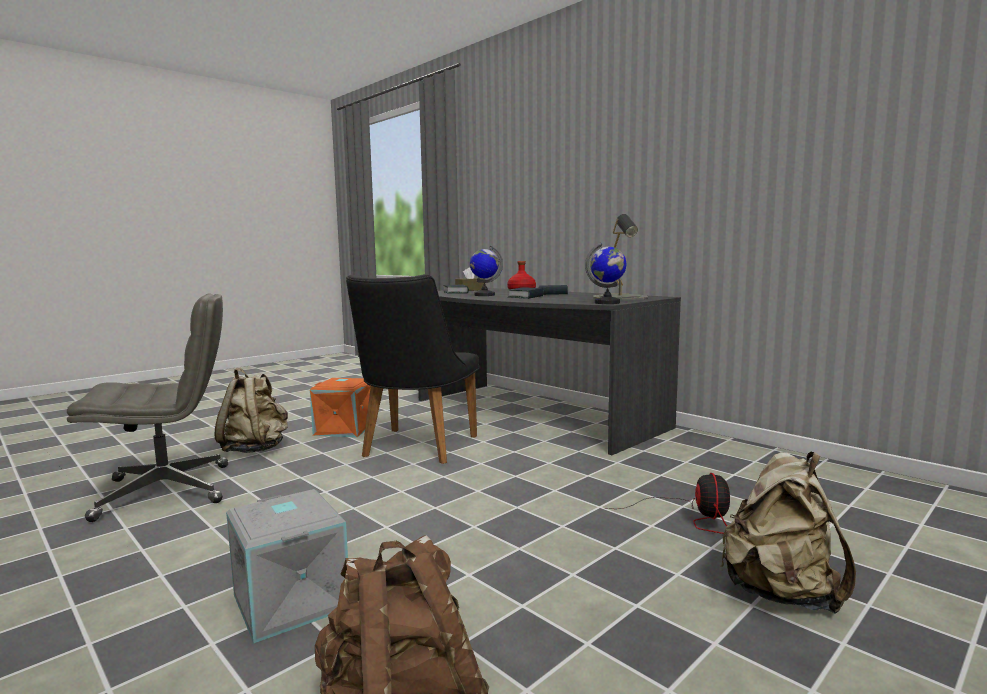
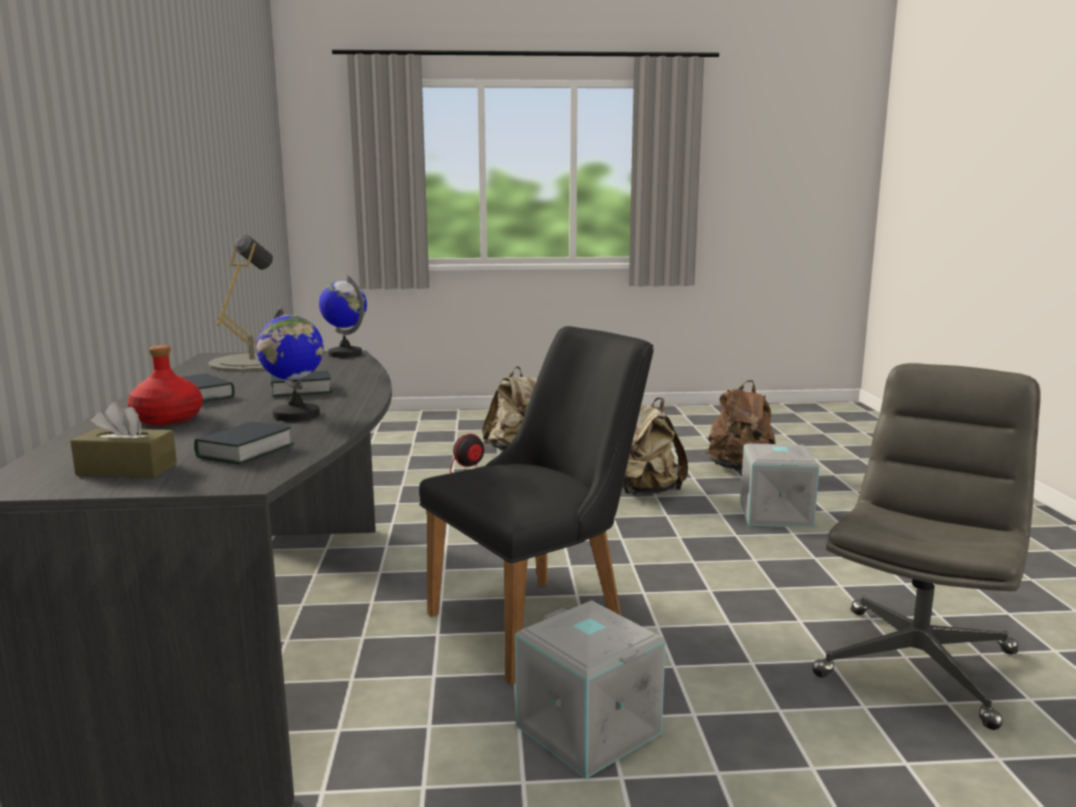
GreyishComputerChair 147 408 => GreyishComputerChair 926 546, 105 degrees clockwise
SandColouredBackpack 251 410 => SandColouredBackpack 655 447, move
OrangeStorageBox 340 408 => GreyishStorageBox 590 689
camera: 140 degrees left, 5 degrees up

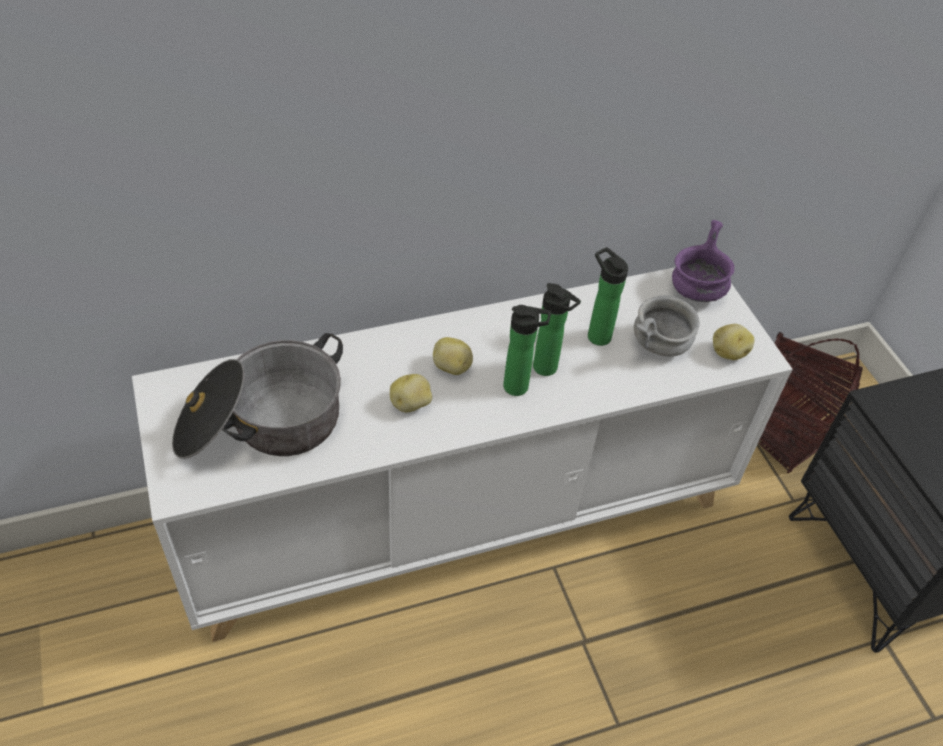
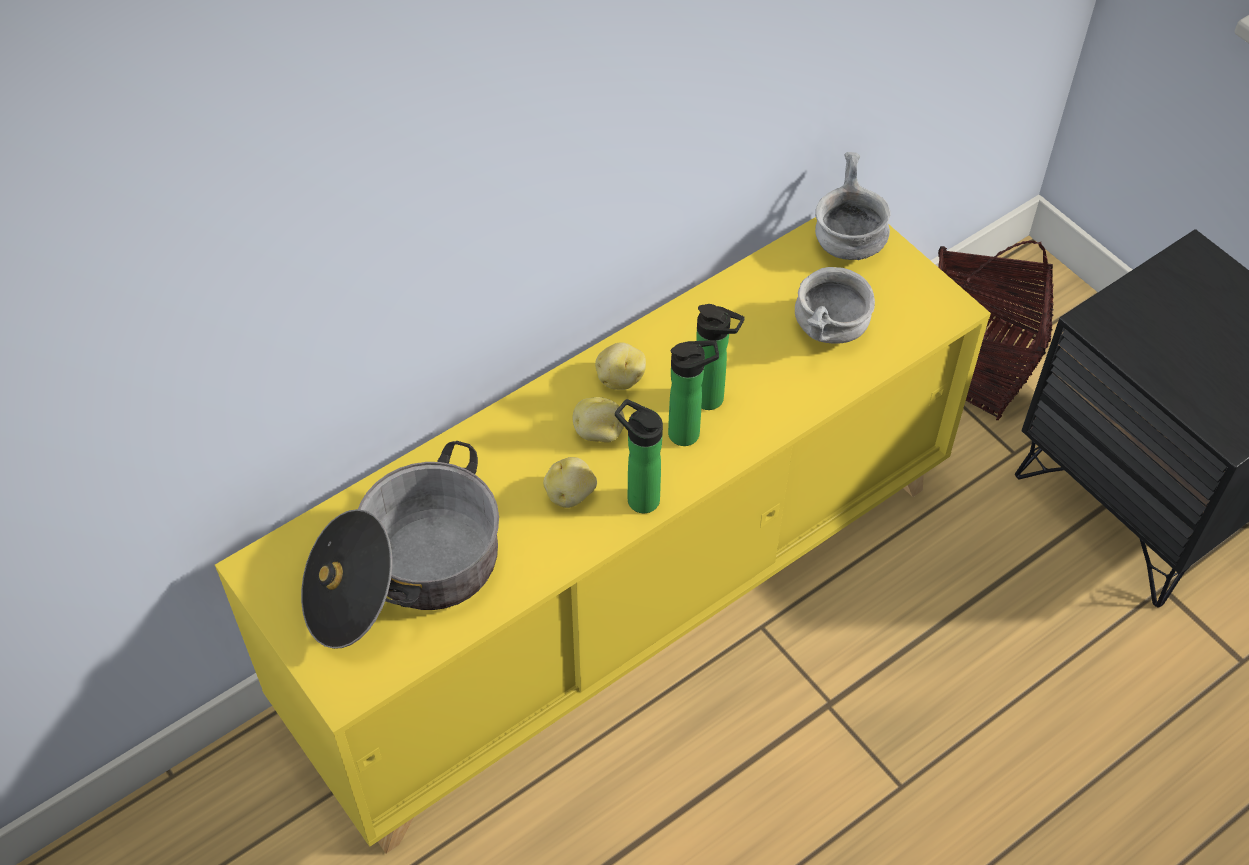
WhiteCupboard 462 454 => YellowishCupboard 603 535
Bottle 608 296 => Bottle 639 456, move
PurpleBowl 703 261 => GreyishBowl 853 206
Spud 733 342 => Spud 620 366, move
camera: 15 degrees left, 5 degrees up

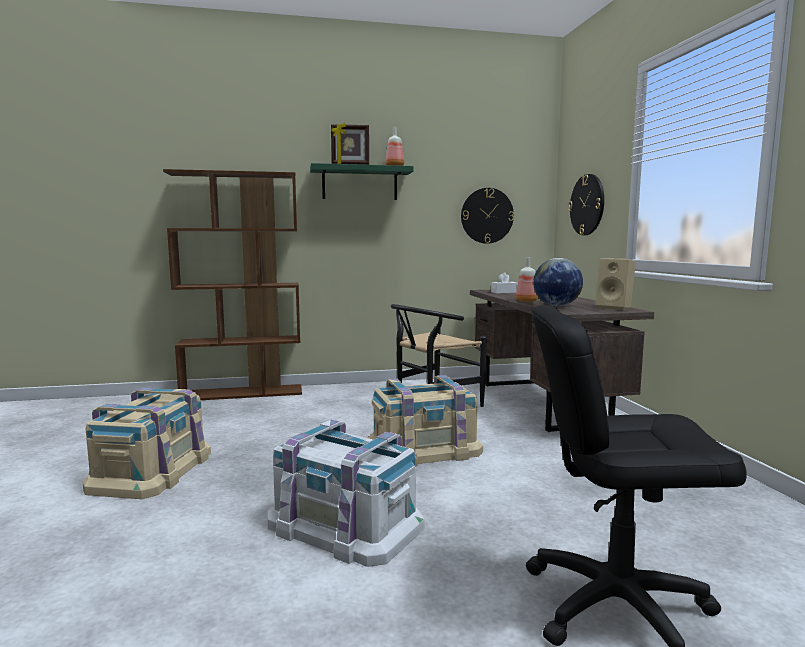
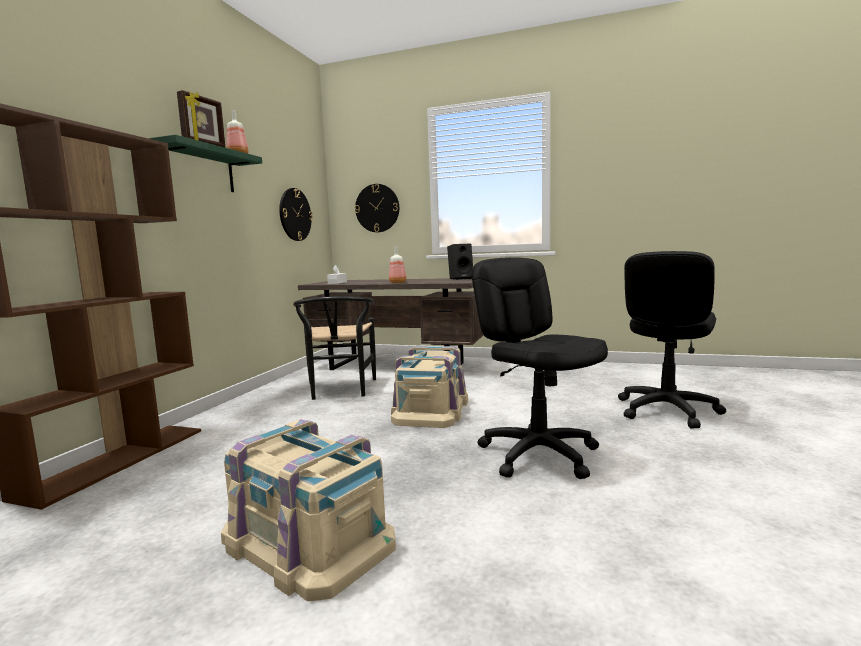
WhiteStorageBox 345 493 => BlackComputerChair 539 368
DeskGlobe 558 282 => nothing
SandColouredSpeaker 616 284 => BlackSpeaker 460 261
camera: 60 degrees left, 0 degrees up

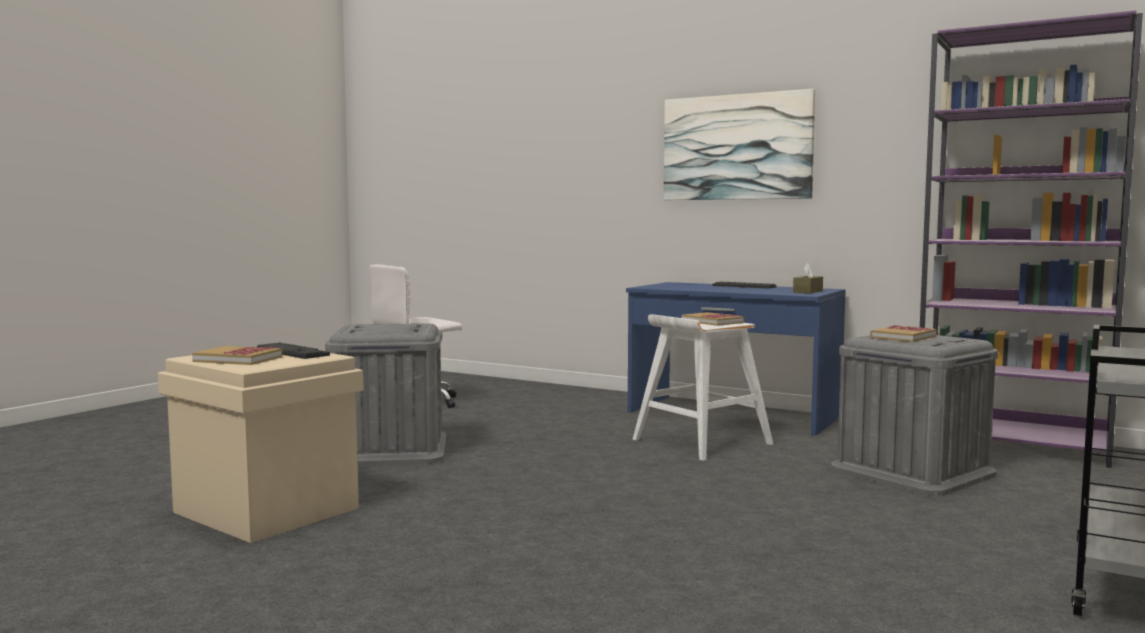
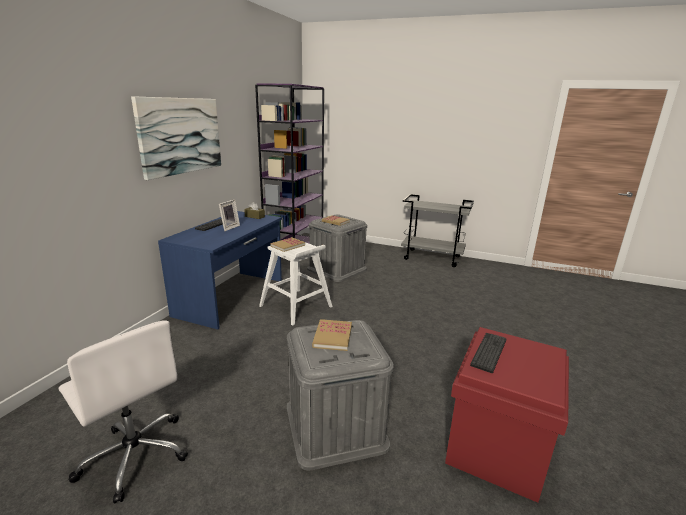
SandColouredStorageBox 261 448 => RedStorageBox 507 415
BoundBook 237 355 => BoundBook 332 335, move
nothing => StandingFrame 229 215
camera: 100 degrees left, 15 degrees up

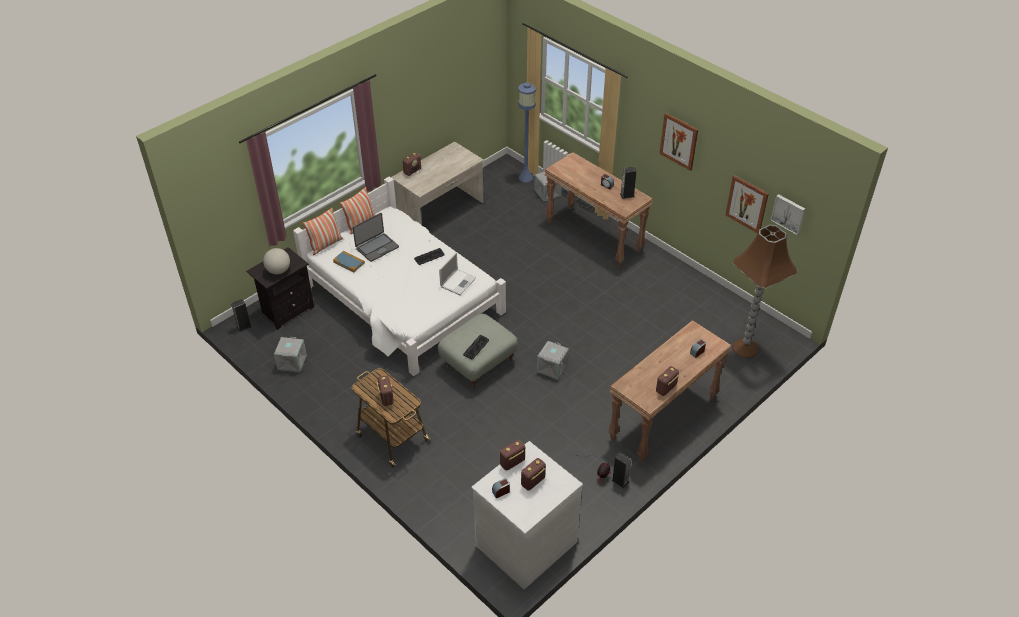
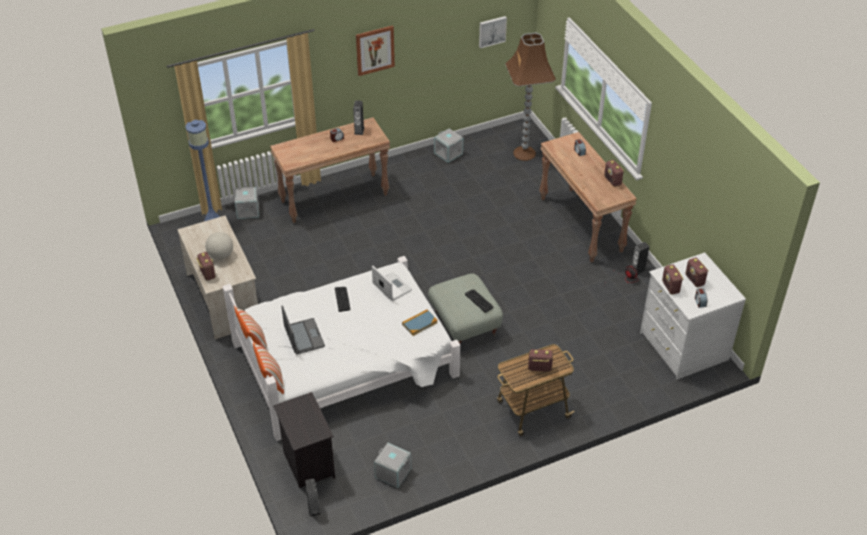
DeskGlobe 276 261 => DeskGlobe 219 246, move
BoundBook 349 262 => BoundBook 420 322, move
GreyishStorageBox 553 360 => GreyishStorageBox 448 145, move
WallPicture 747 204 => nothing
camera: 70 degrees left, 0 degrees up

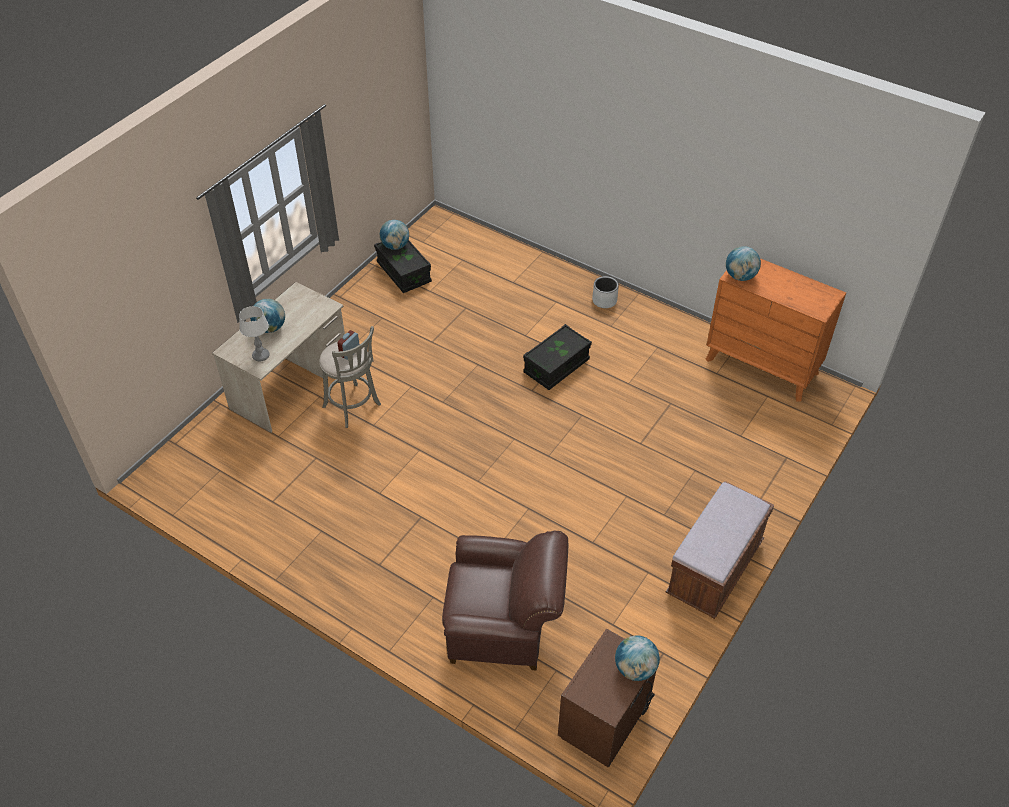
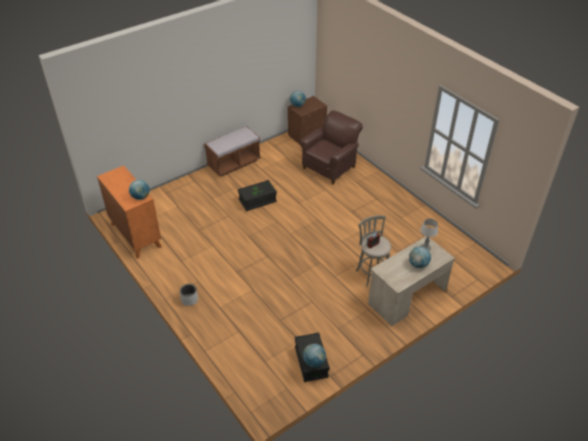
BrownLoungeChair 505 600 => BrownLoungeChair 331 147, 105 degrees clockwise
BlackStorageBox 557 357 => BlackStorageBox 257 195, move
camera: 160 degrees left, 5 degrees down

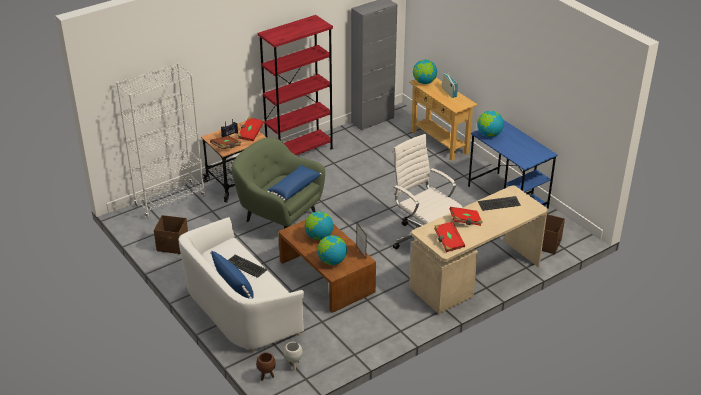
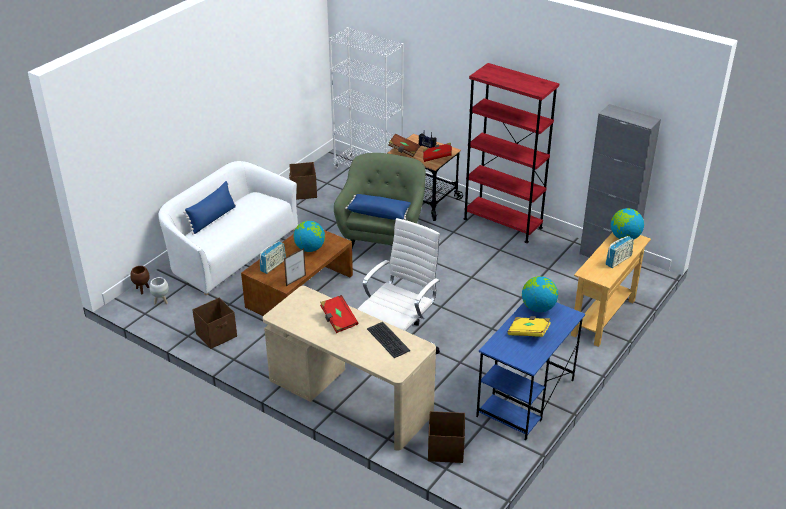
ComputerKeyboard 247 266 => nothing
DeskGlobe 332 250 => Radio 273 257
RedBoundBook 449 236 => nothing
nothing => BrownStorageBox 214 323
nothing => YellowishBoundBook 529 326
camera: 70 degrees right, 0 degrees up

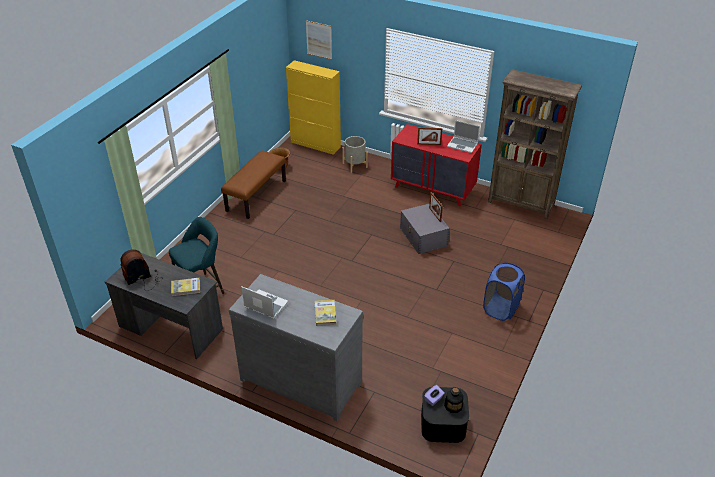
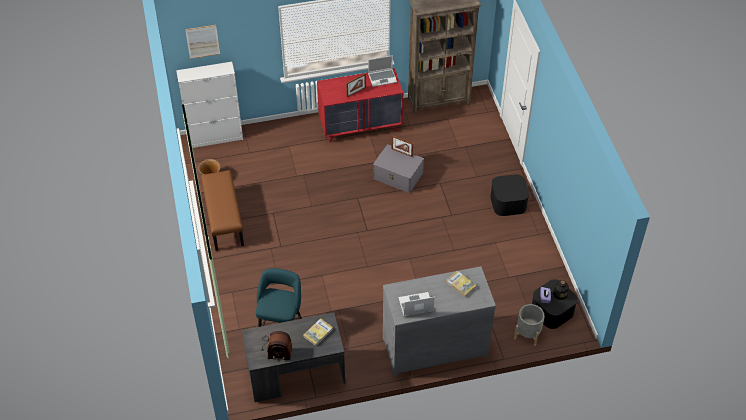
Radio 141 270 => Radio 277 345, 105 degrees counterclockwise
YellowishCupboard 313 107 => WhiteCupboard 209 105
GreyishPlantPot 355 154 => GreyishPlantPot 529 325, move
BlueColouredLaundryBasket 504 292 => BlackStorageBox 509 195
camera: 40 degrees left, 10 degrees up

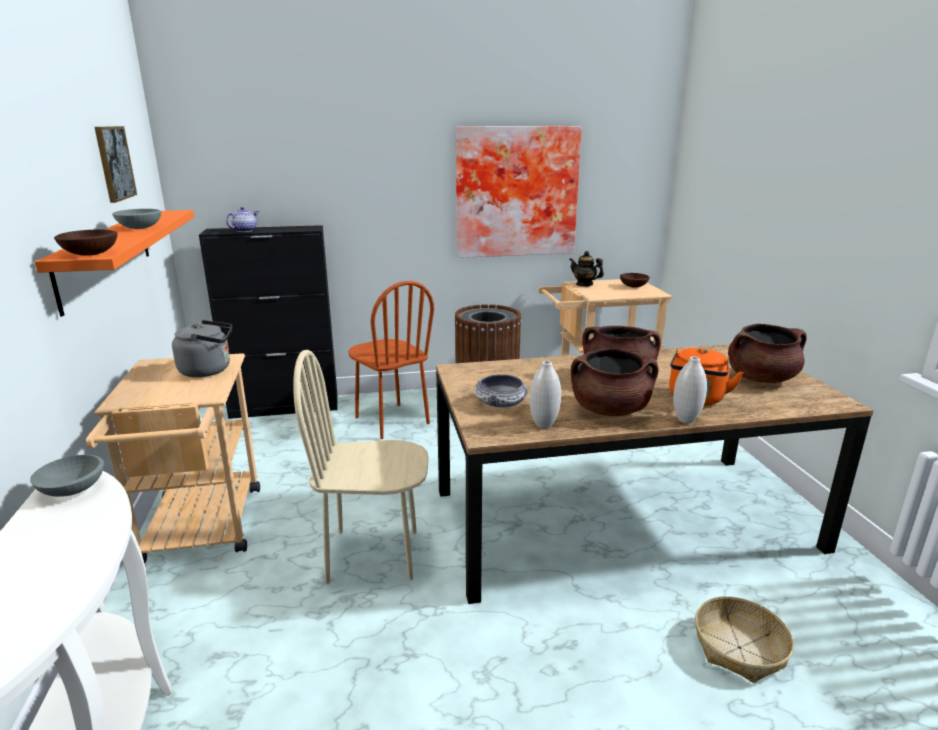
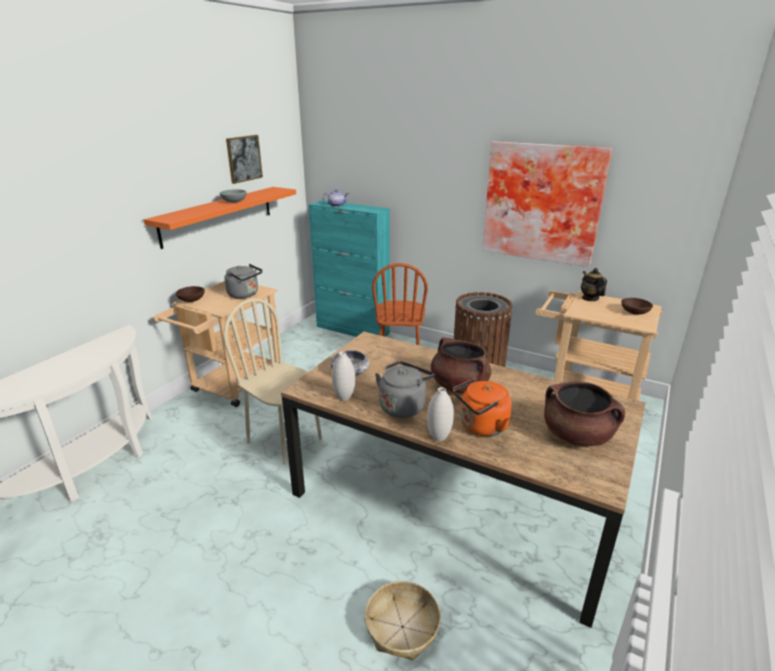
GreyishBowl 67 476 => nothing
BrownBowl 85 242 => BrownBowl 190 294, move
BlackCupboard 268 322 => TurquoiseCupboard 349 268
BrownCookingPot 615 382 => GreyishKettle 404 389
camera: 40 degrees right, 5 degrees up

